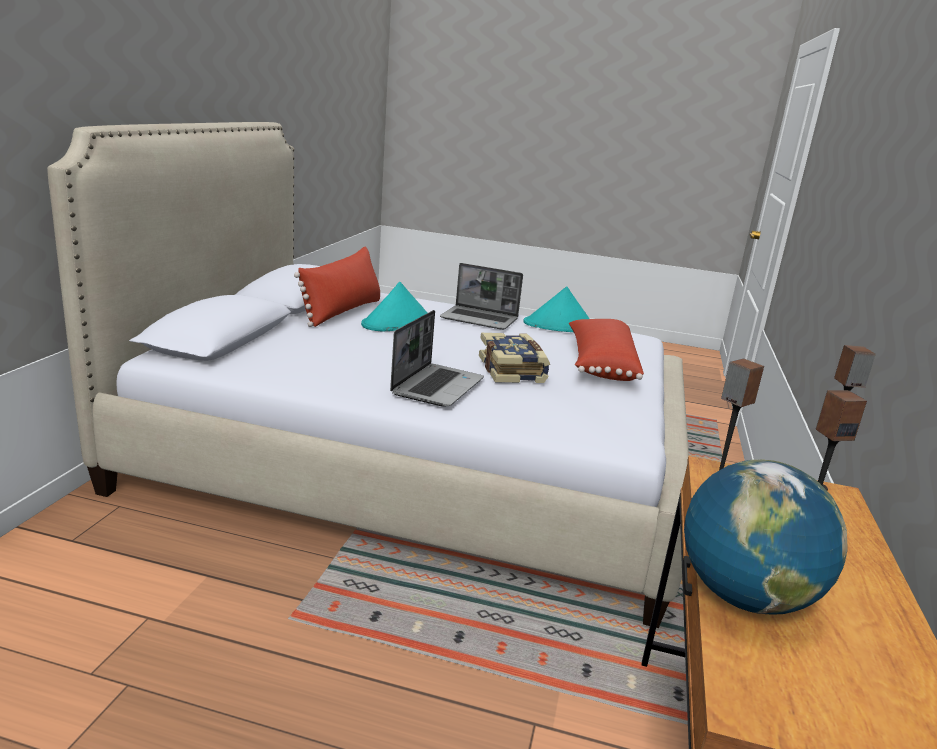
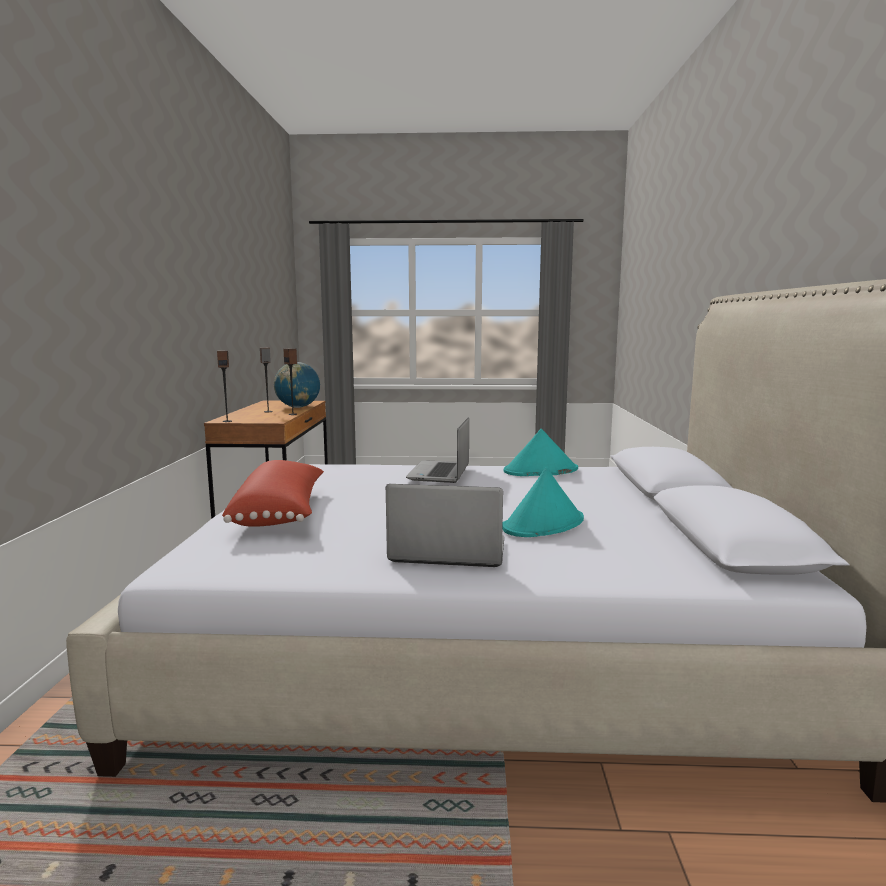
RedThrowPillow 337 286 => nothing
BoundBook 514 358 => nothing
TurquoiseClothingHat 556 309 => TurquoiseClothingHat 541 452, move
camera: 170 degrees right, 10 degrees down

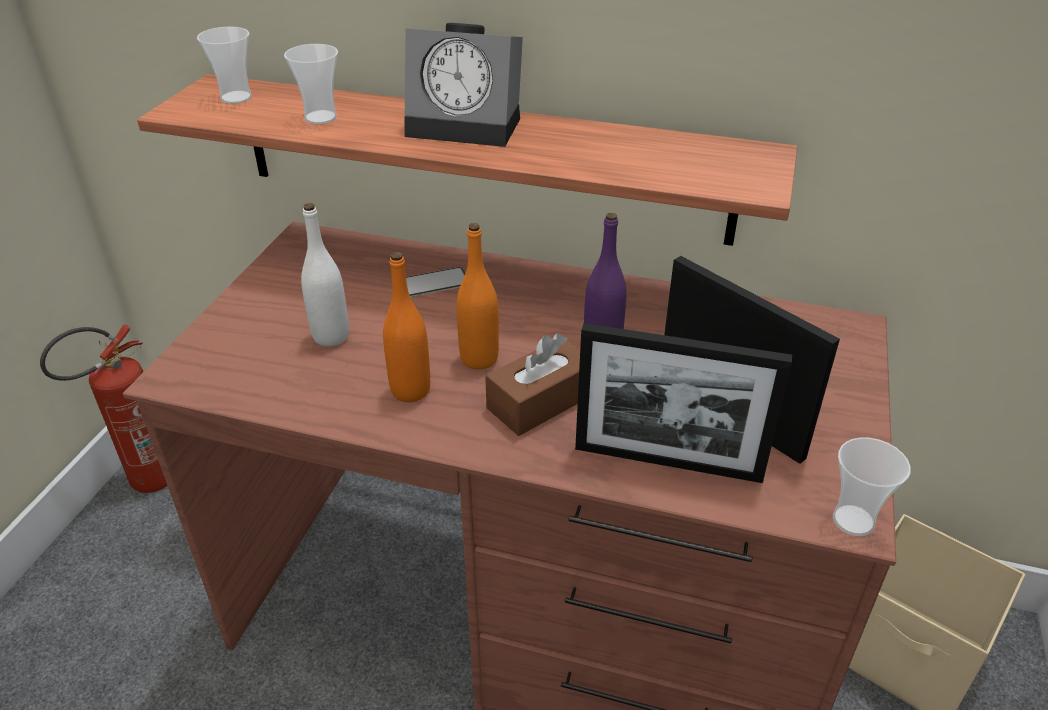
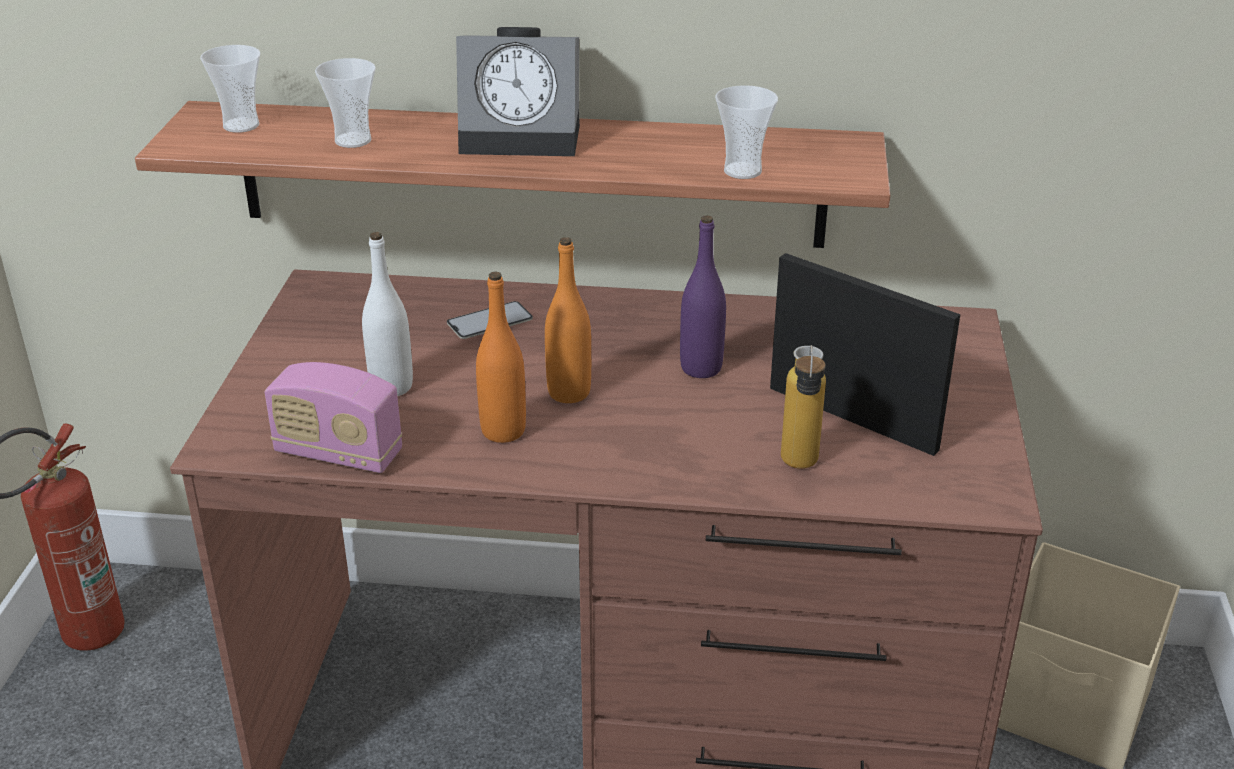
BrownTissueHolder 532 384 => nothing
StandingFrame 683 403 => Bottle 803 407
Cup 872 486 => Cup 746 132, move
nothing => Radio 333 417
camera: 10 degrees left, 5 degrees down

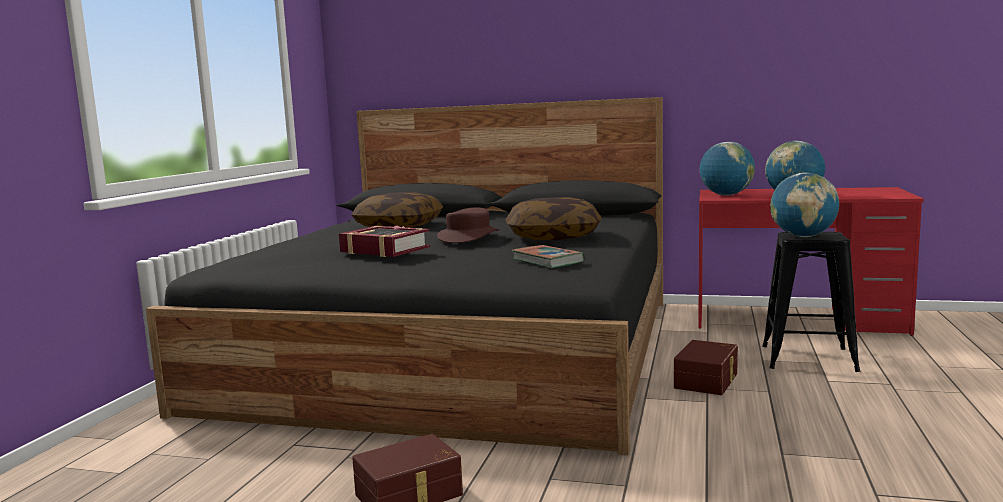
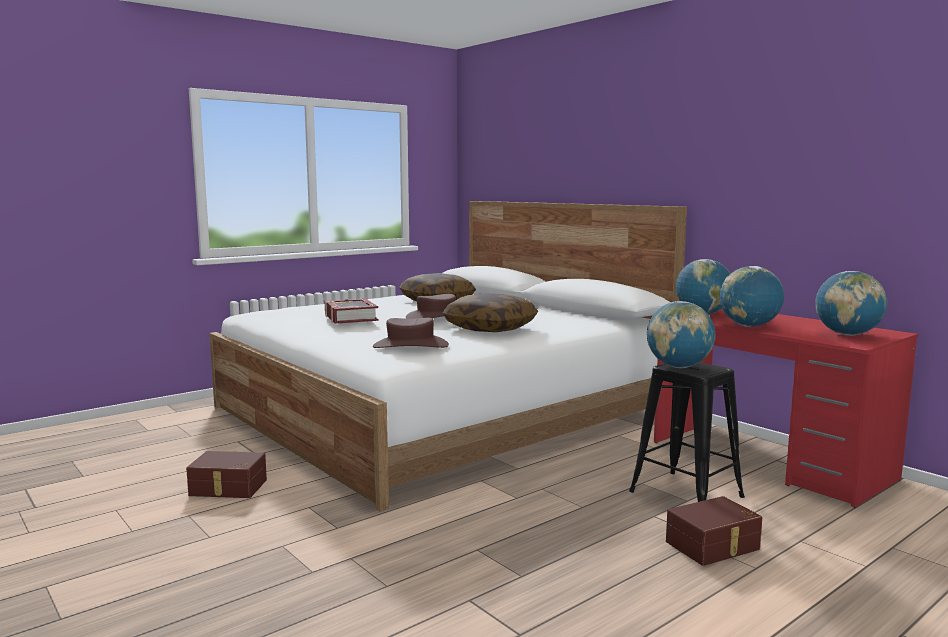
BlackBed 404 276 => WhiteBed 448 356
BoundBook 548 256 => BrownClothingHat 411 333
BrownStorageBox 706 367 => BrownStorageBox 714 531, move
nothing => DeskGlobe 851 303
camera: 35 degrees right, 0 degrees up

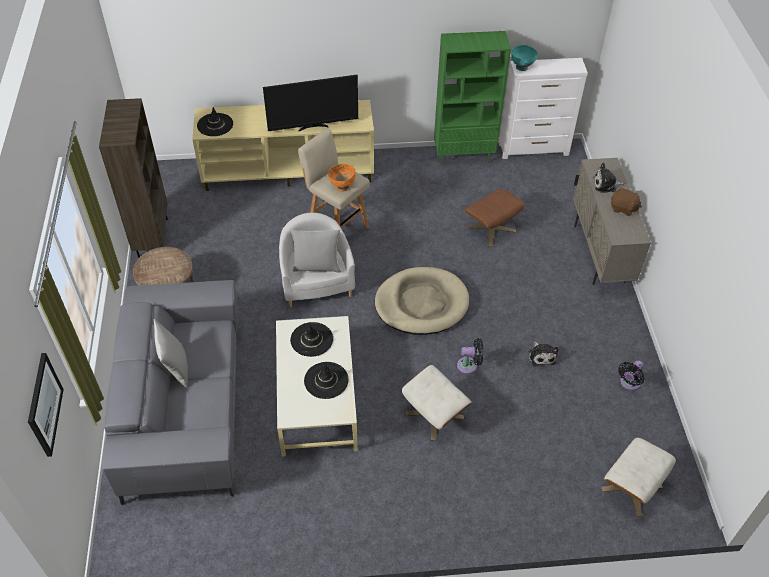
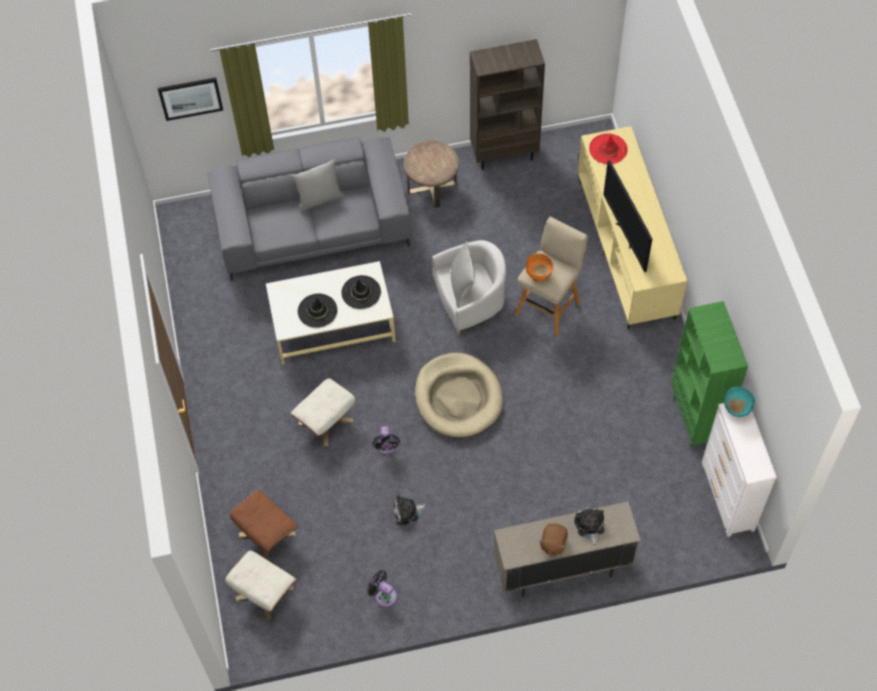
BlackClothingHat 215 121 => RedClothingHat 608 148
BrownOttoman 495 218 => BrownOttoman 263 525, move
camera: 85 degrees right, 10 degrees up

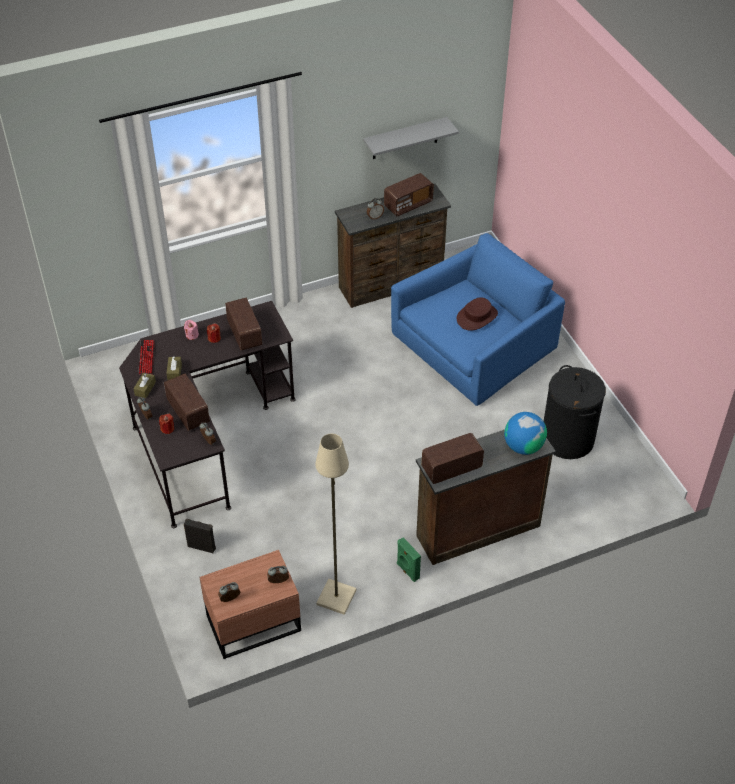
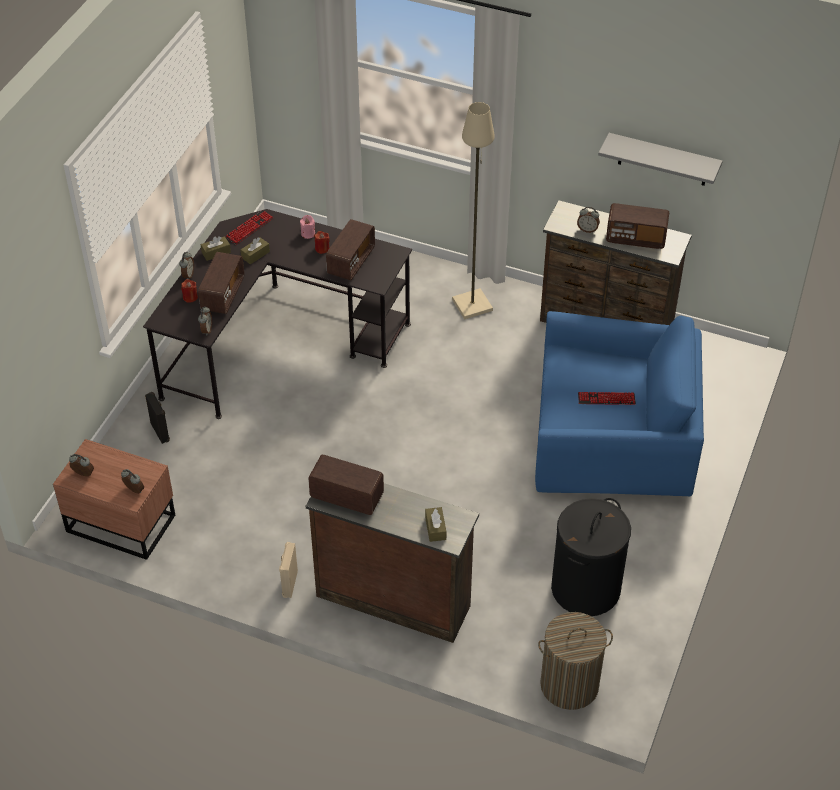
SandColouredFloorLamp 335 524 => SandColouredFloorLamp 473 210, move
GreenColouredSpeaker 409 559 => SandColouredSpeaker 288 570
BrownClothingHat 477 314 => ComputerKeyboard 607 398
DeskGlobe 525 433 => BrownTissueHolder 435 524
nothing => LaundryBasket 575 661
camera: 45 degrees right, 0 degrees up

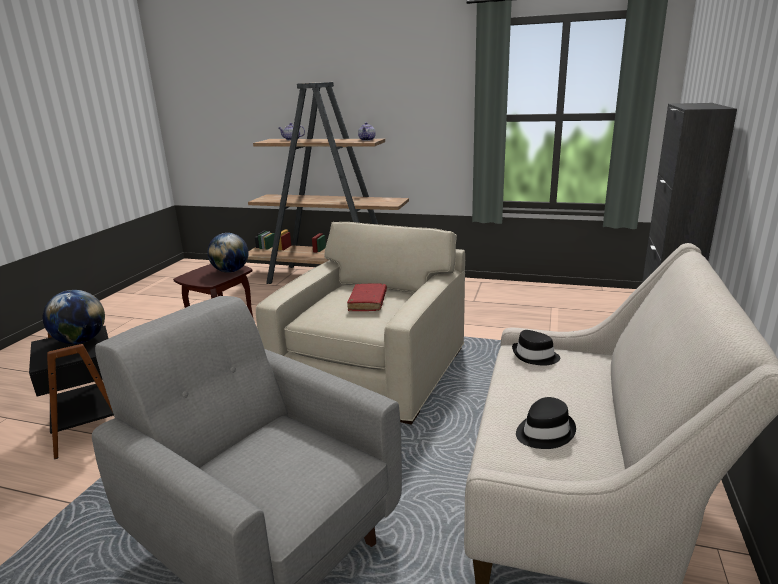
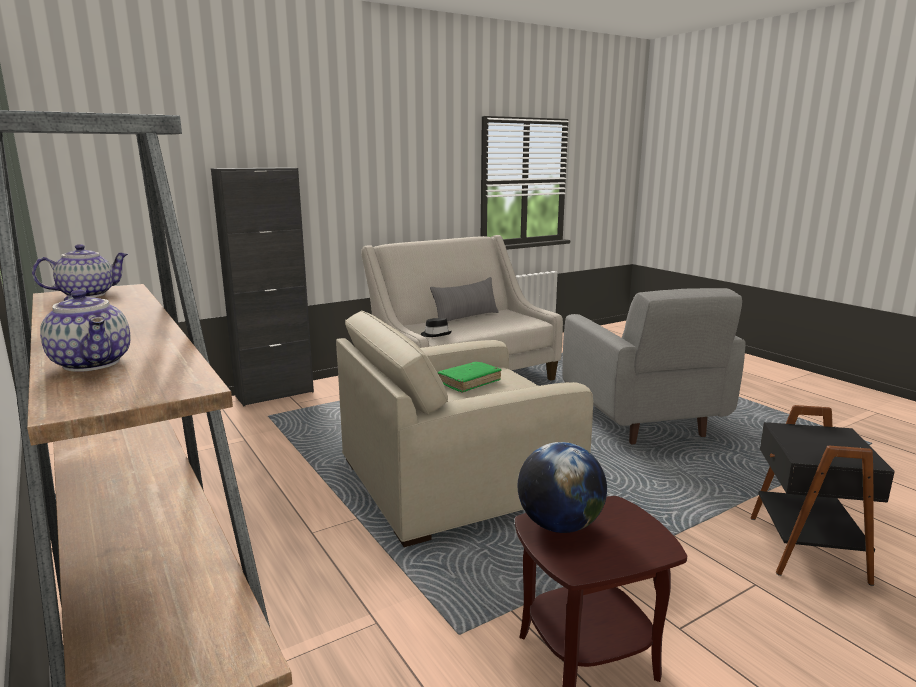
DeskGlobe 74 317 => nothing
RedBoundBook 367 297 => GreenColouredBoundBook 469 377
BlackClothingHat 546 423 => nothing
nothing => GreyishThrowPillow 464 299
camera: 140 degrees left, 5 degrees down

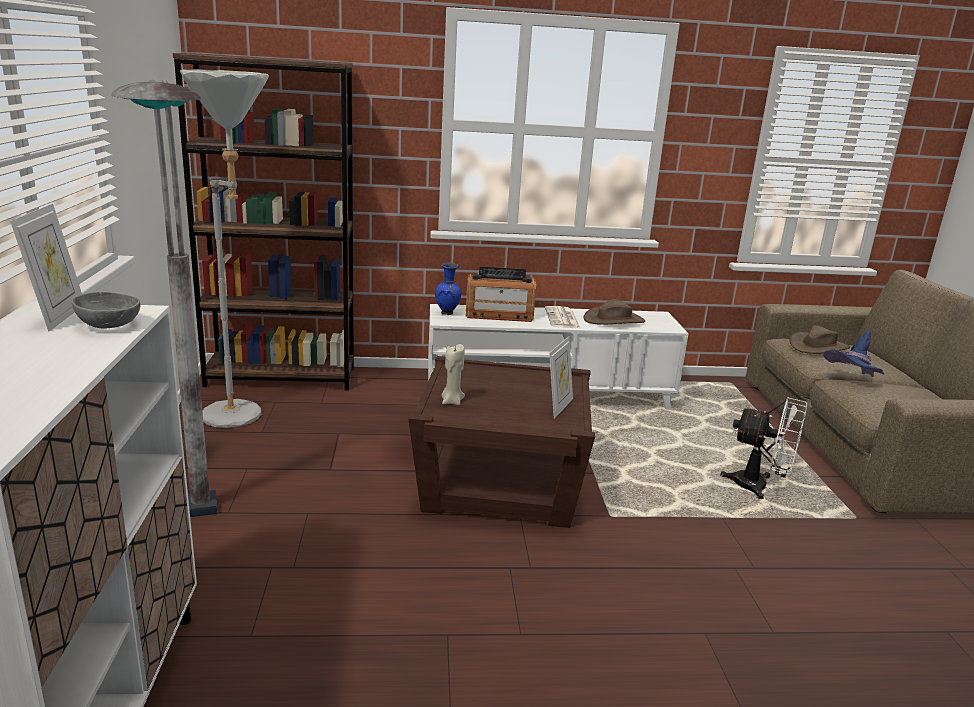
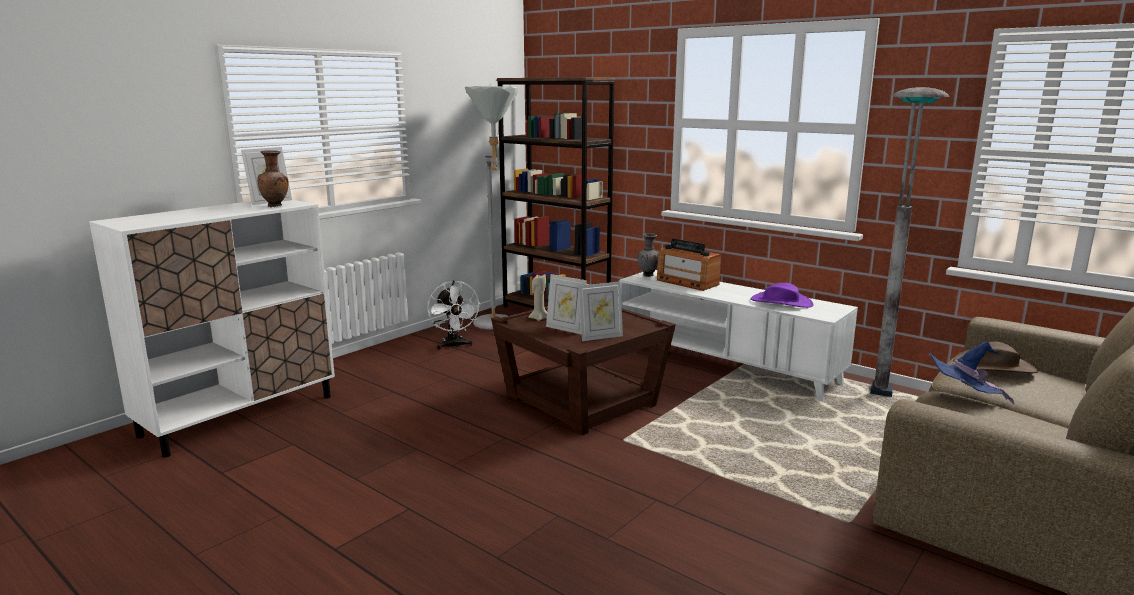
GreyishBowl 106 310 => BrownVase 273 178
GreyishFloorLamp 164 298 => GreyishFloorLamp 909 242, move
BlueColouredVase 448 289 => GreyishVase 648 255
PrintedPaper 562 317 => nothing
BrownClothingHat 614 312 => PurpleClothingHat 782 295
WhiteFan 763 448 => WhiteFan 454 315, move
nothing => StandingFrame 566 304
camera: 45 degrees right, 5 degrees down

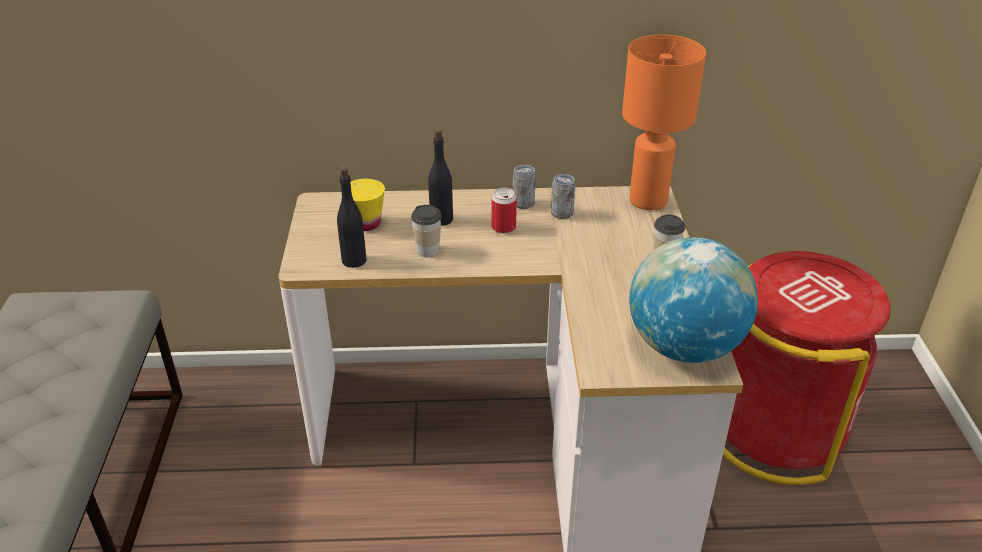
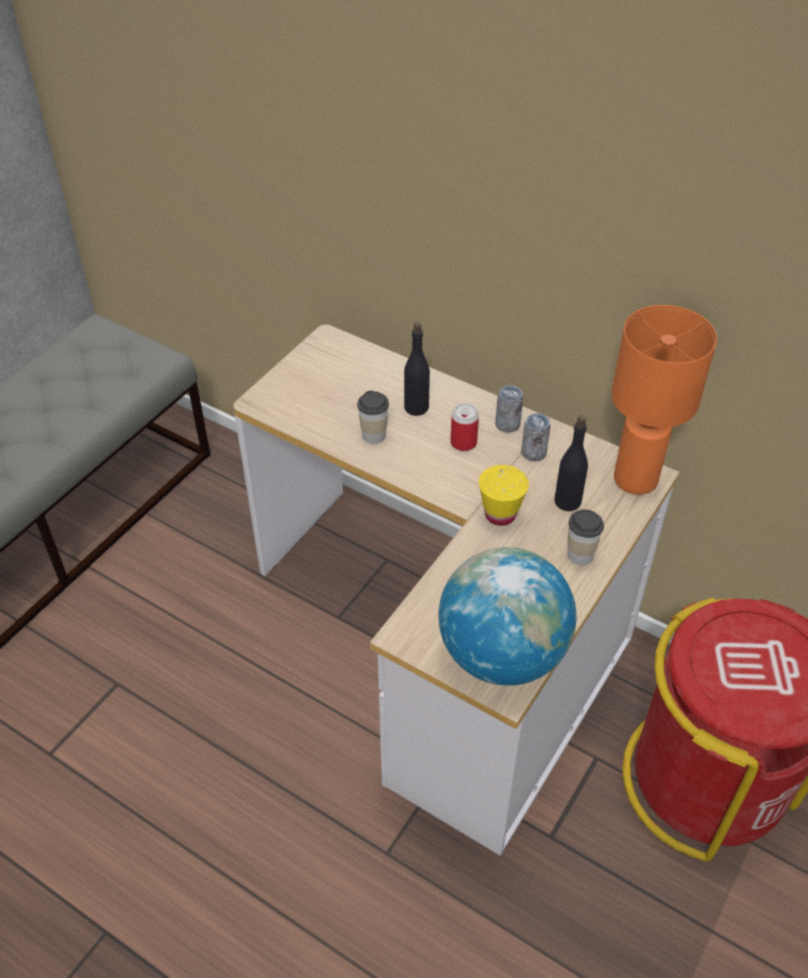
BlackBottle 351 217 => BlackBottle 571 463, move
YellowishCup 367 205 => YellowishCup 504 495, move
camera: 35 degrees right, 10 degrees up

